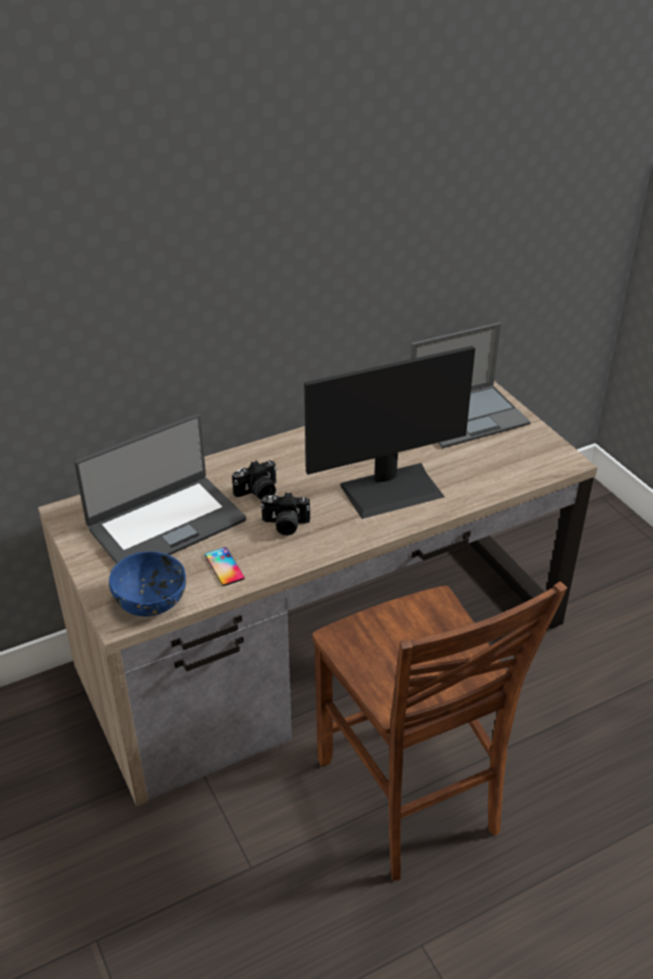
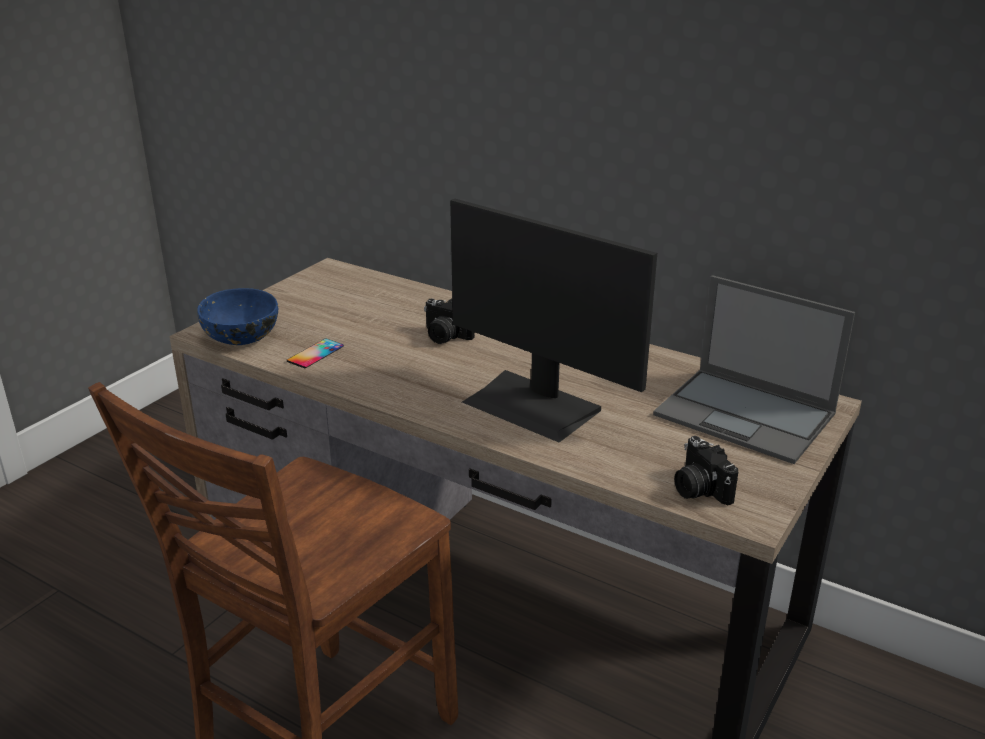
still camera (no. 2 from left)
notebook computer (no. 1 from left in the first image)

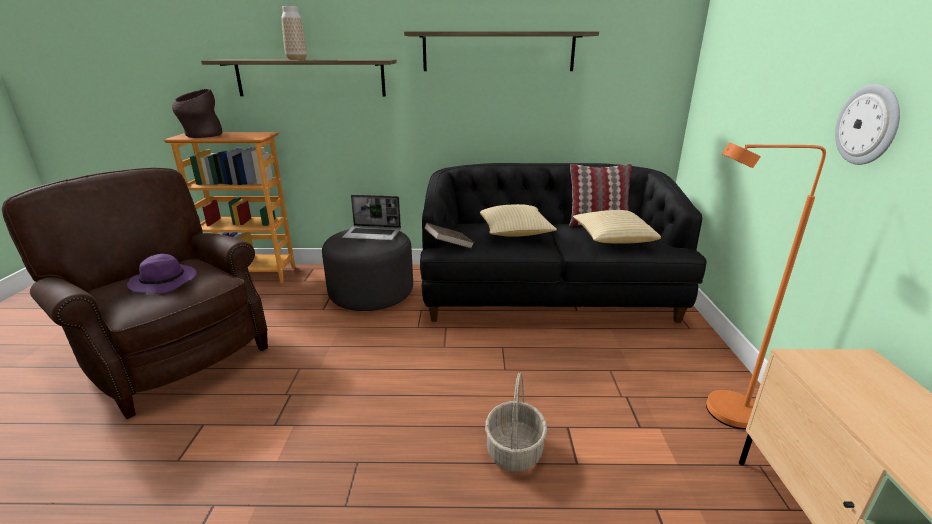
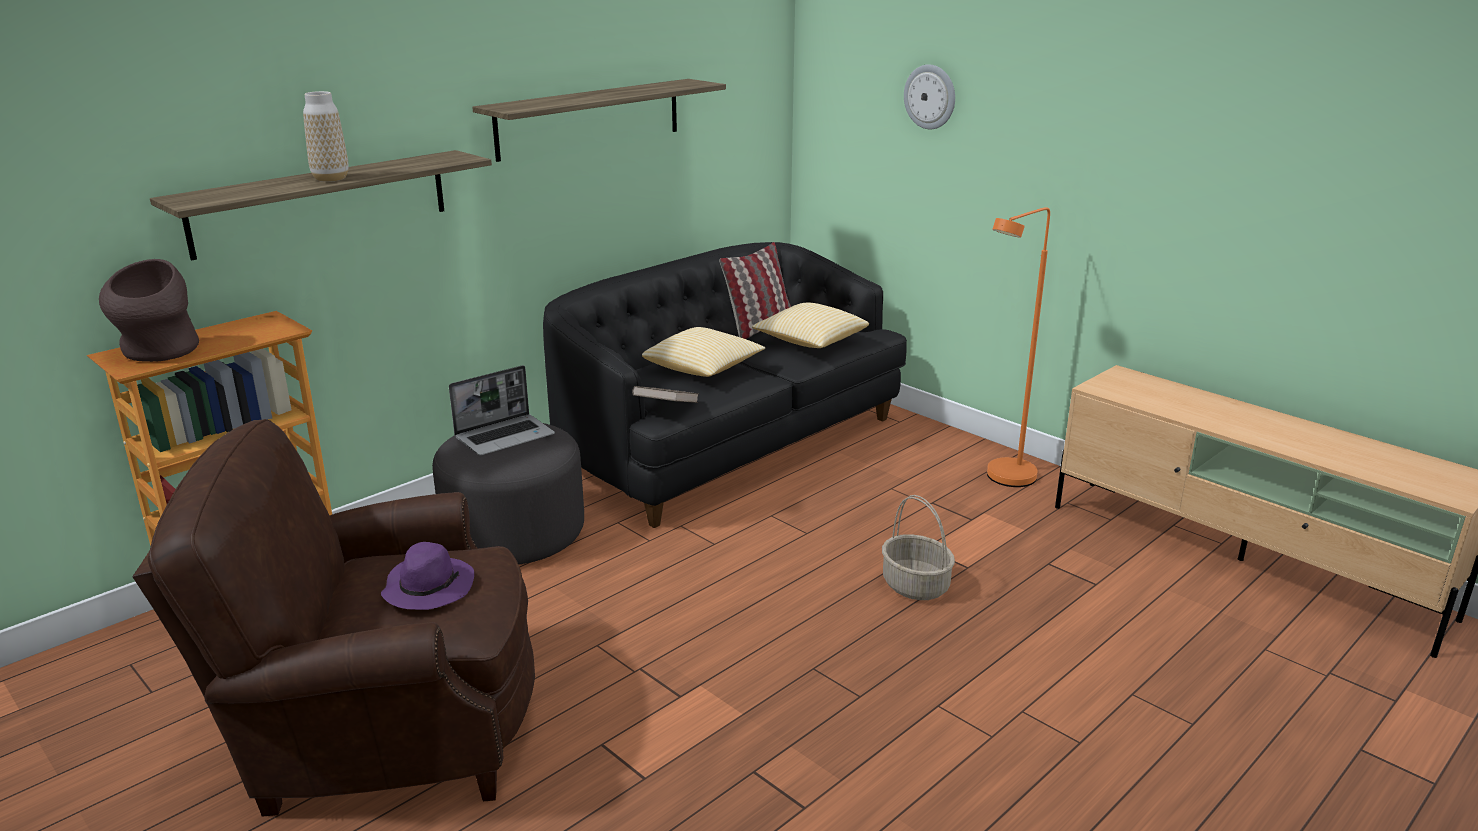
clock on the wall

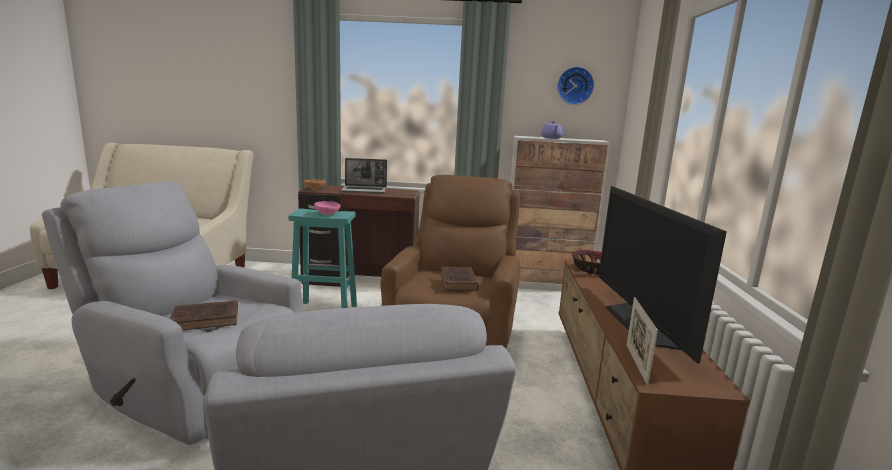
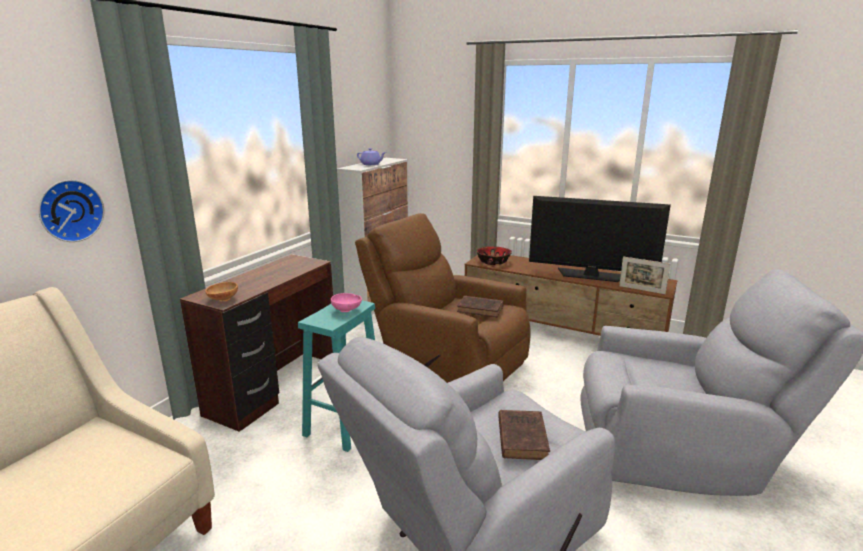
clock on the wall
notebook computer

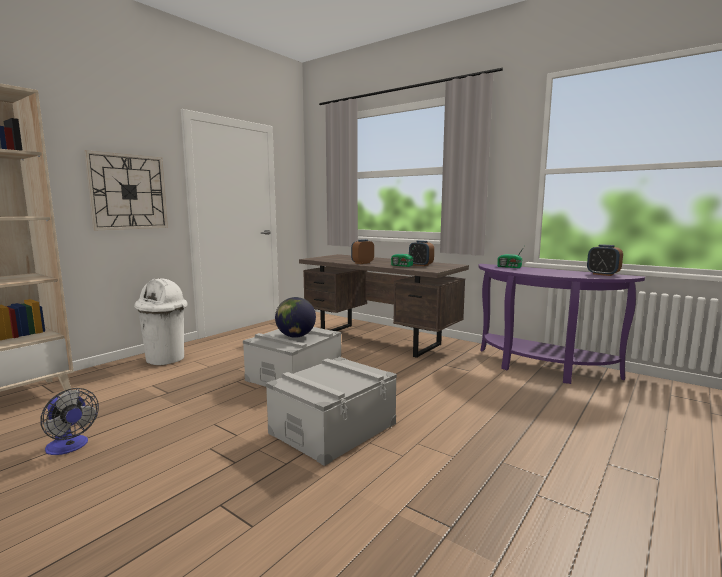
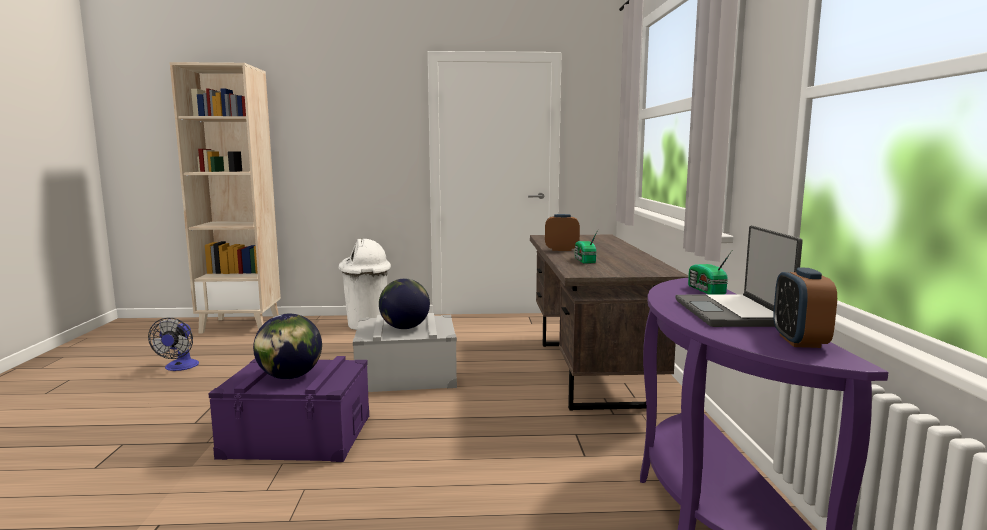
purplish storage box
world globe (no. 1 from left)
notebook computer
clock on the wall
table clock (no. 2 from left in the first image)

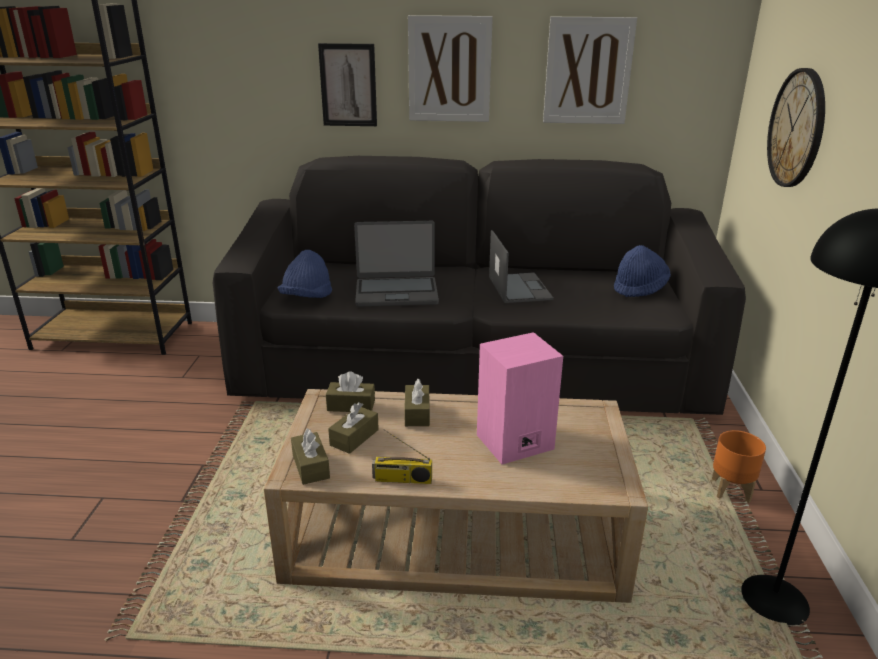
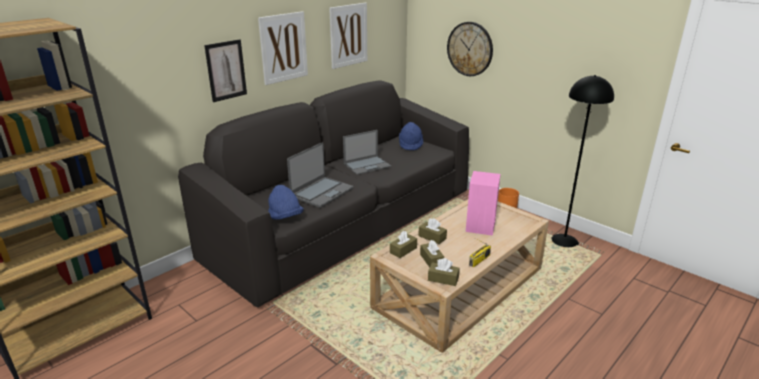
notebook computer (no. 2 from left)

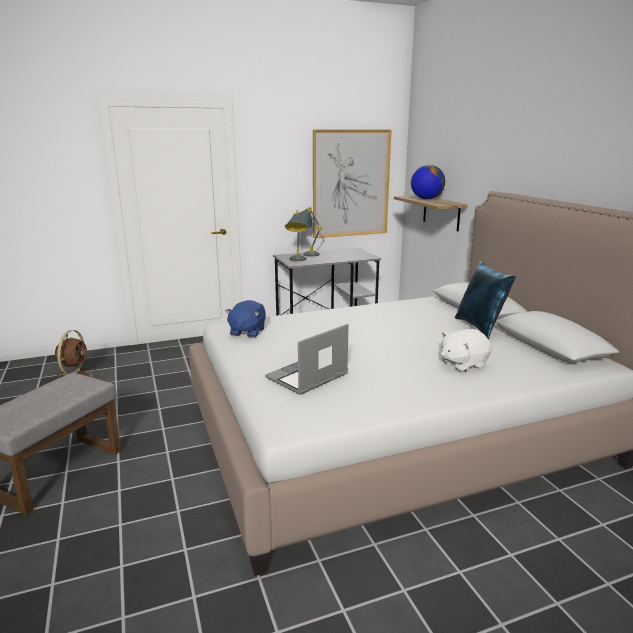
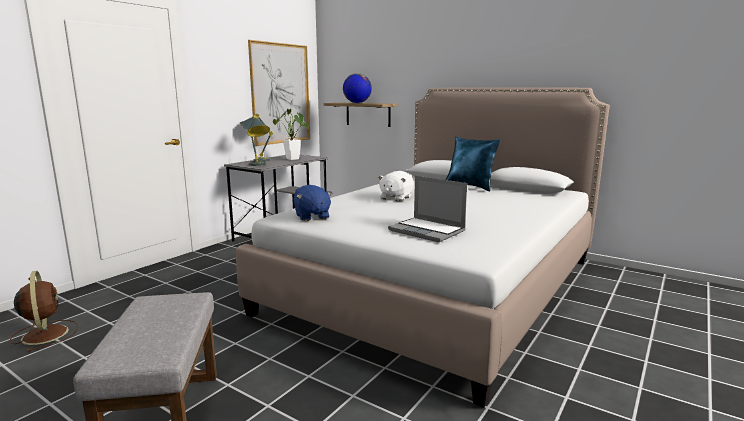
plant in a pot
white soft toy
notebook computer

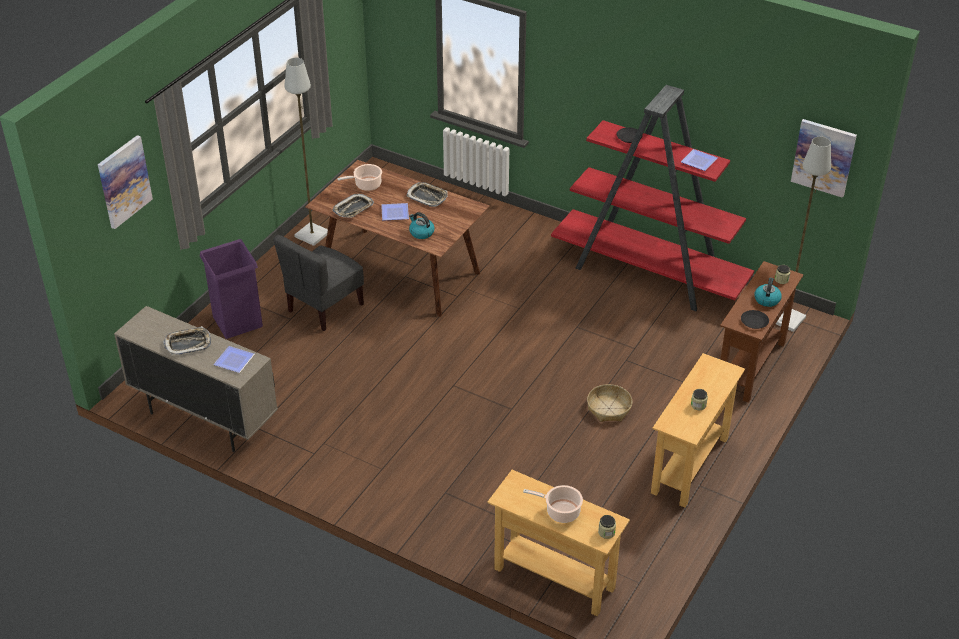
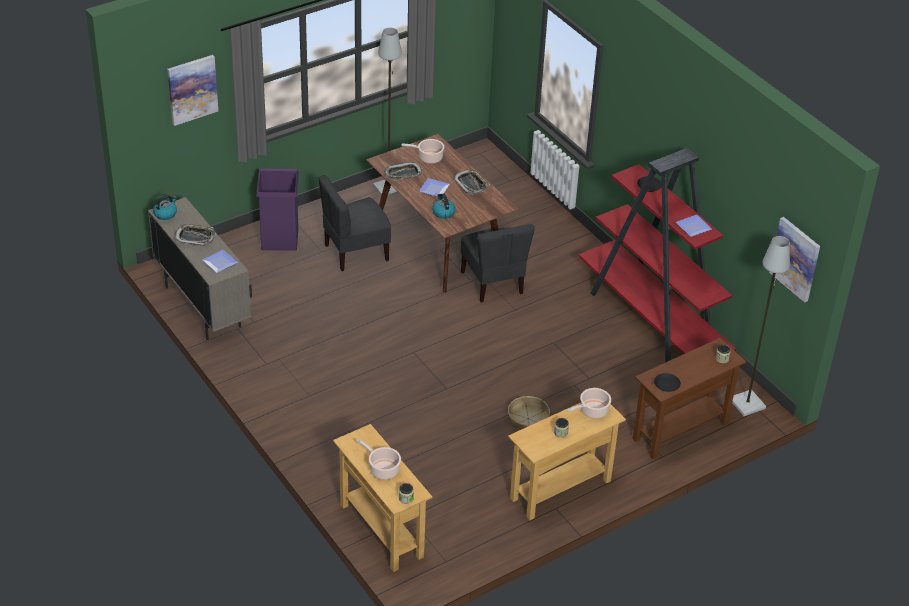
water kettle (no. 1 from left)
gray chair (no. 2 from left)
cooking pot (no. 3 from left)

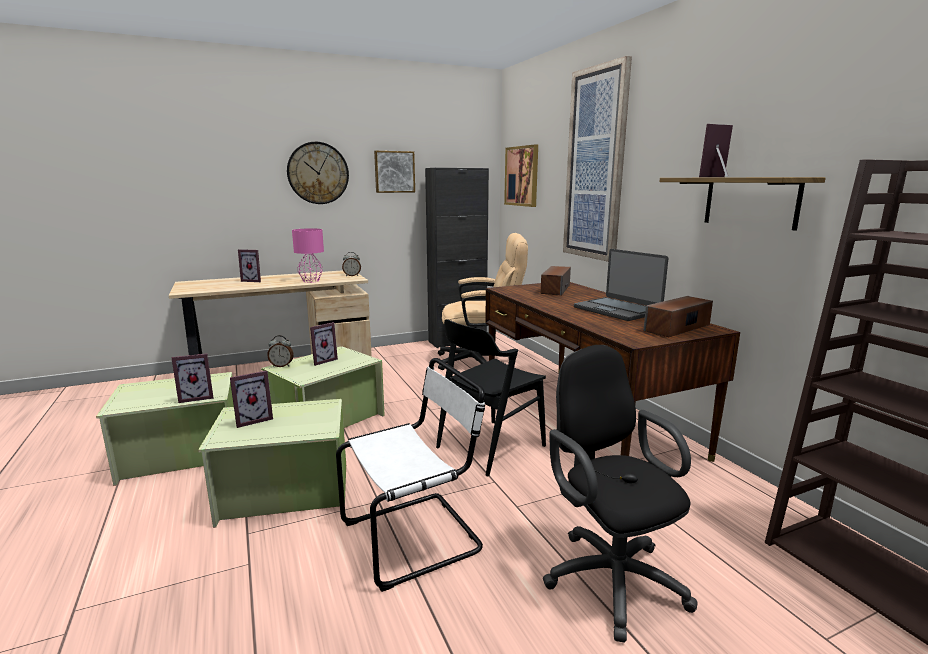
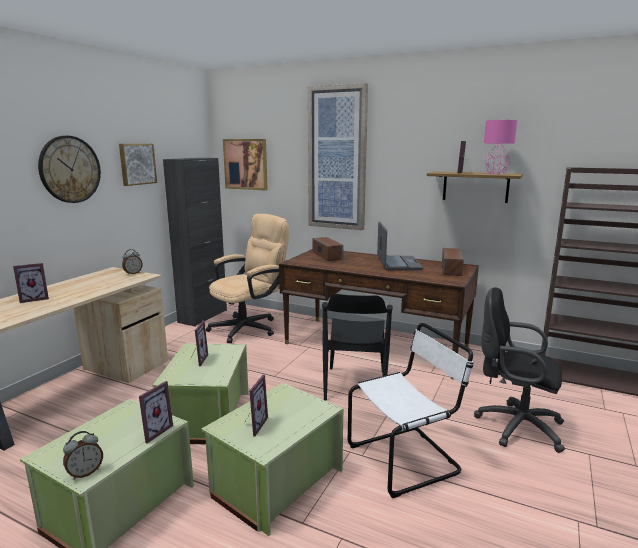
table clock (no. 1 from left)
white chair
notebook computer
pink tabletop lamp

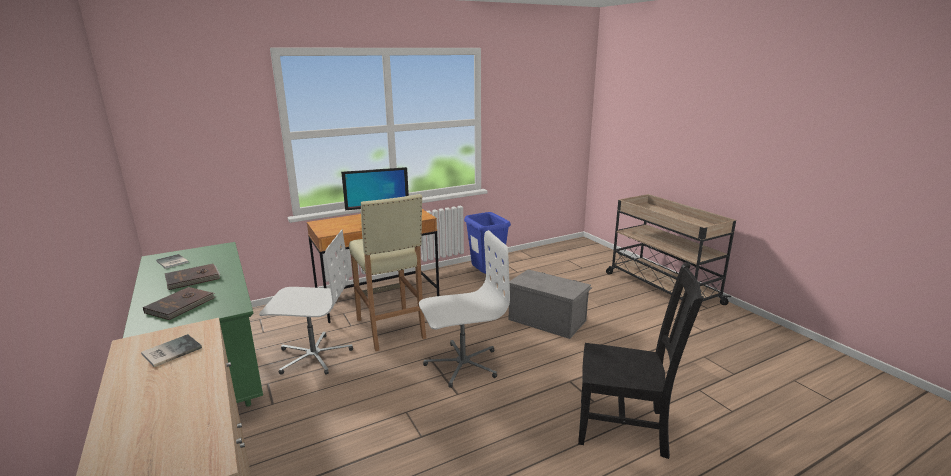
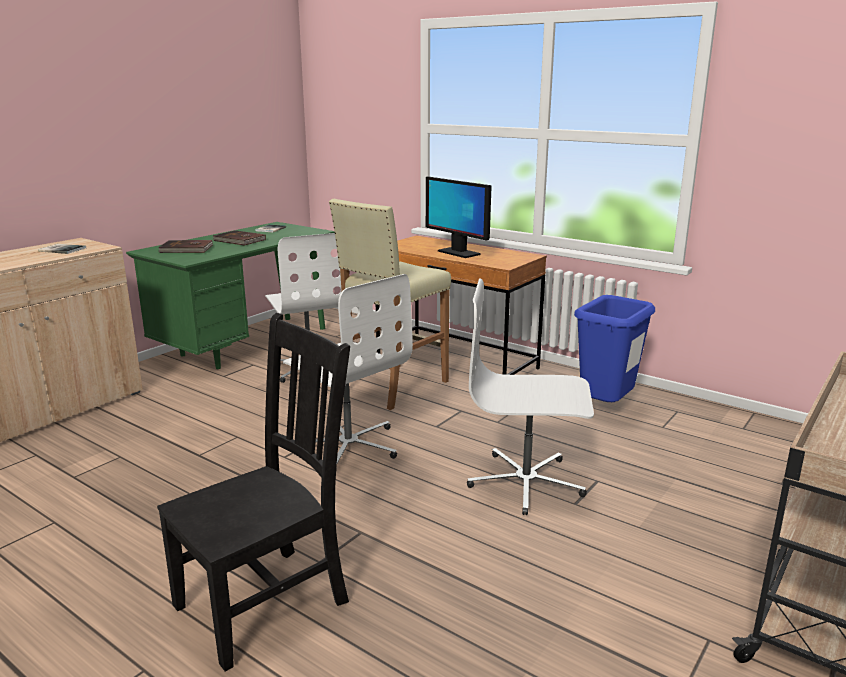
blackish chair
white desk chair (no. 3 from left)

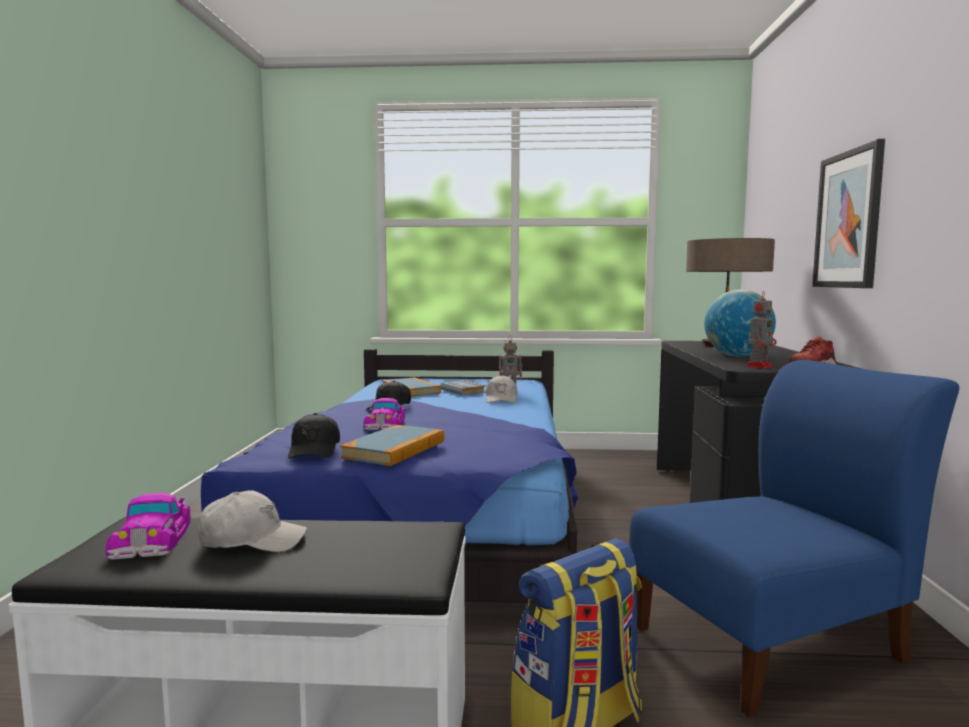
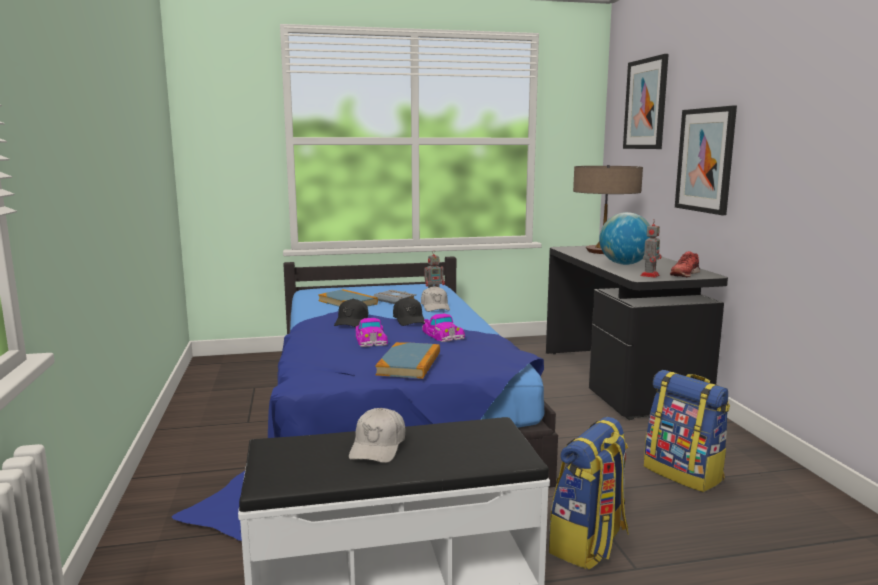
white peaked cap (no. 1 from left)
blackish peaked cap (no. 2 from left)
miniature car (no. 2 from left)
wall art (no. 1 from left)
backpack (no. 2 from left)

